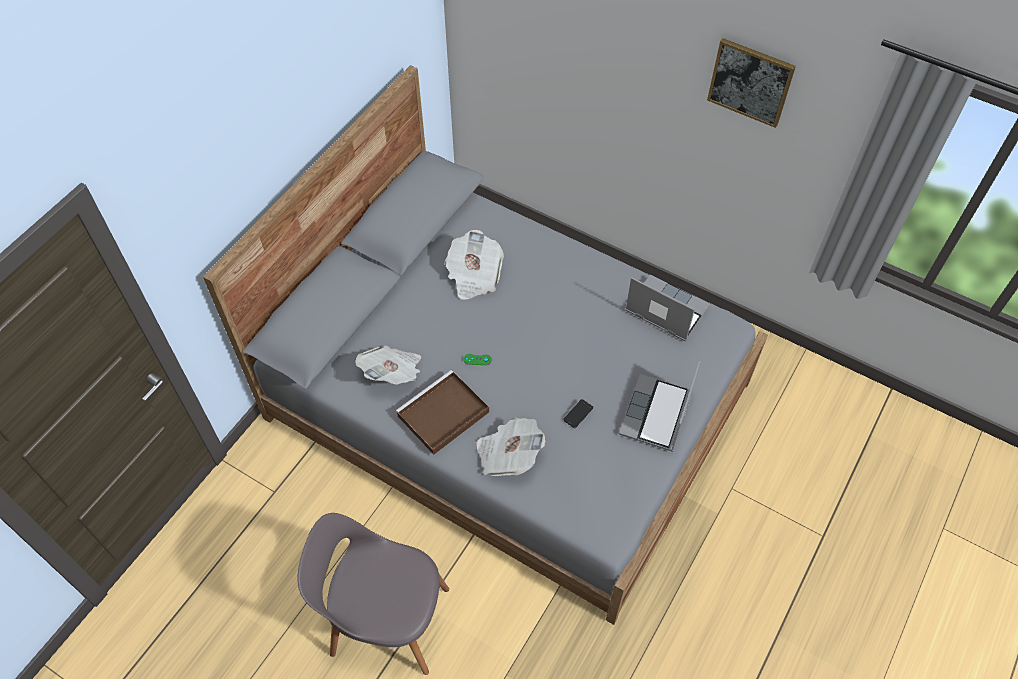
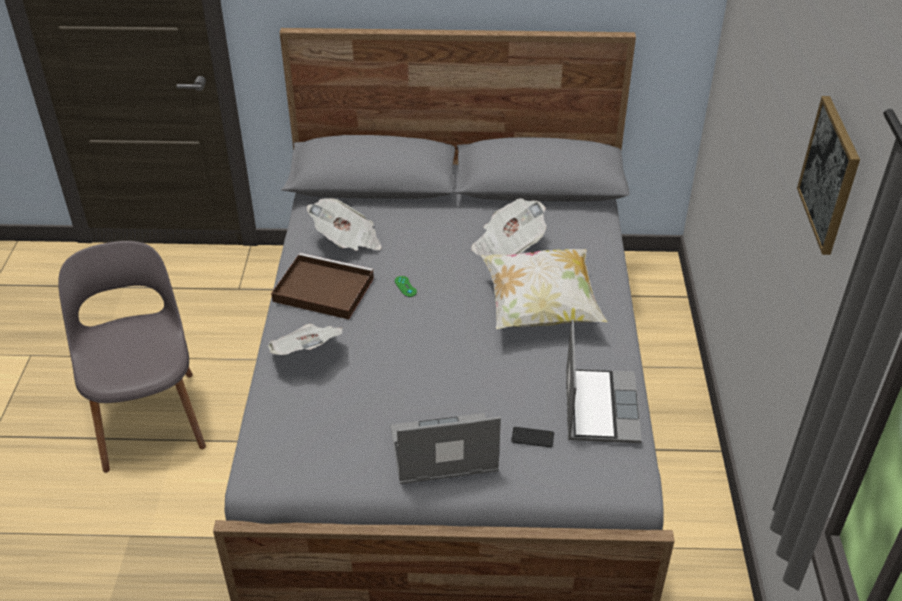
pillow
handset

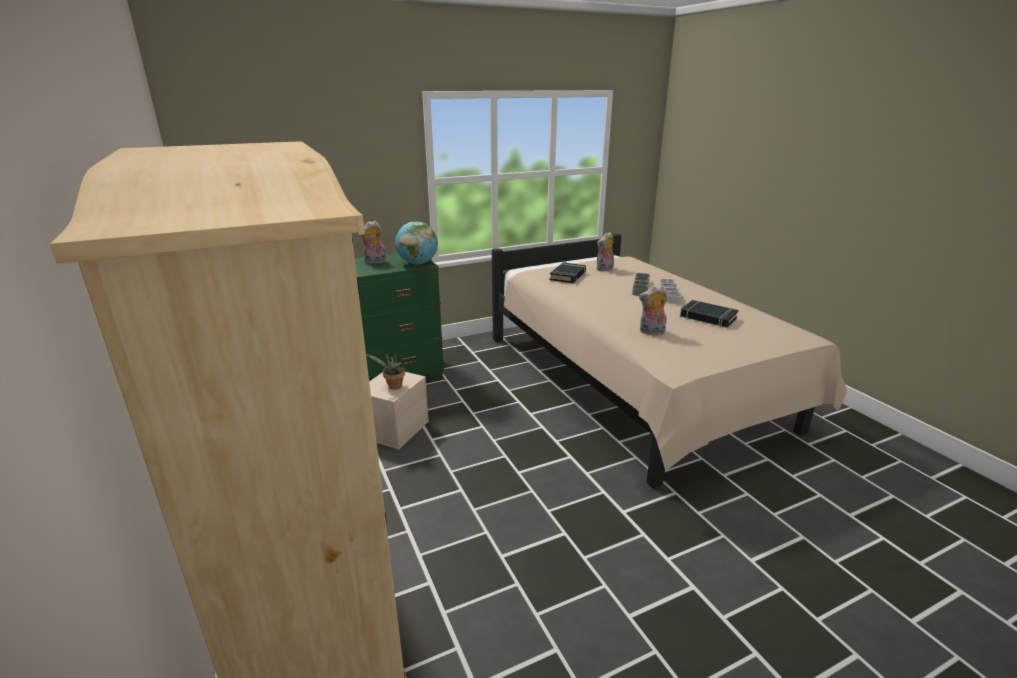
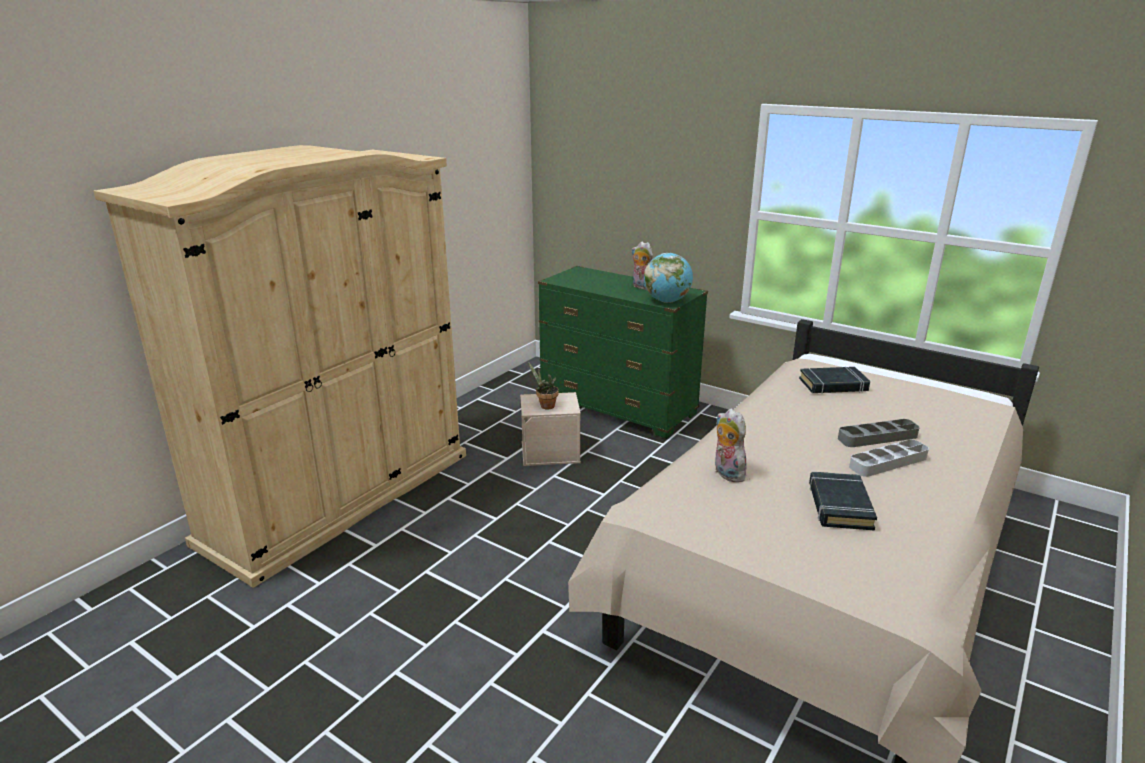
soft toy (no. 2 from left in the first image)

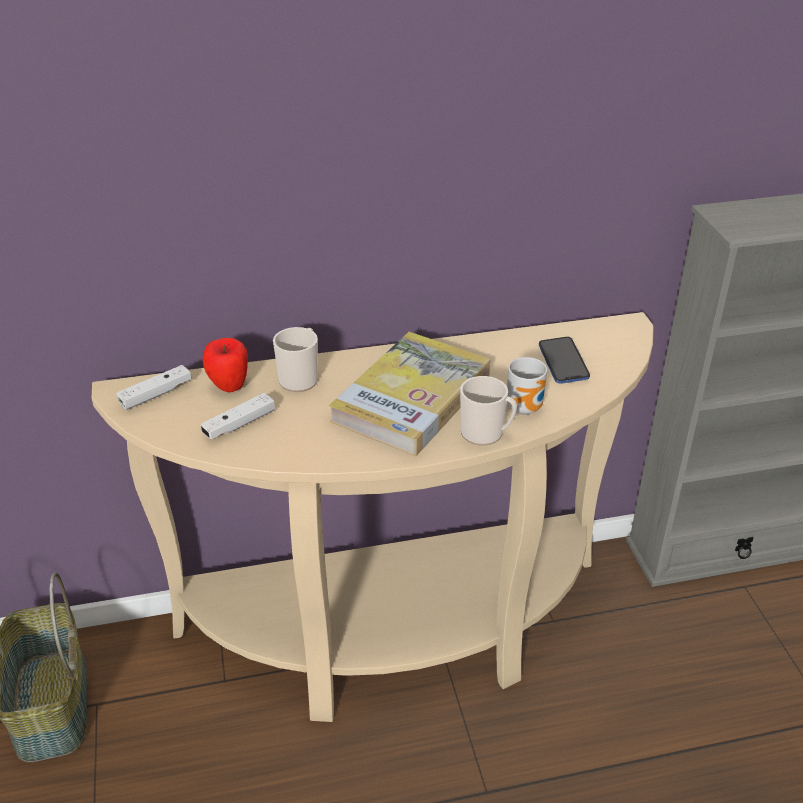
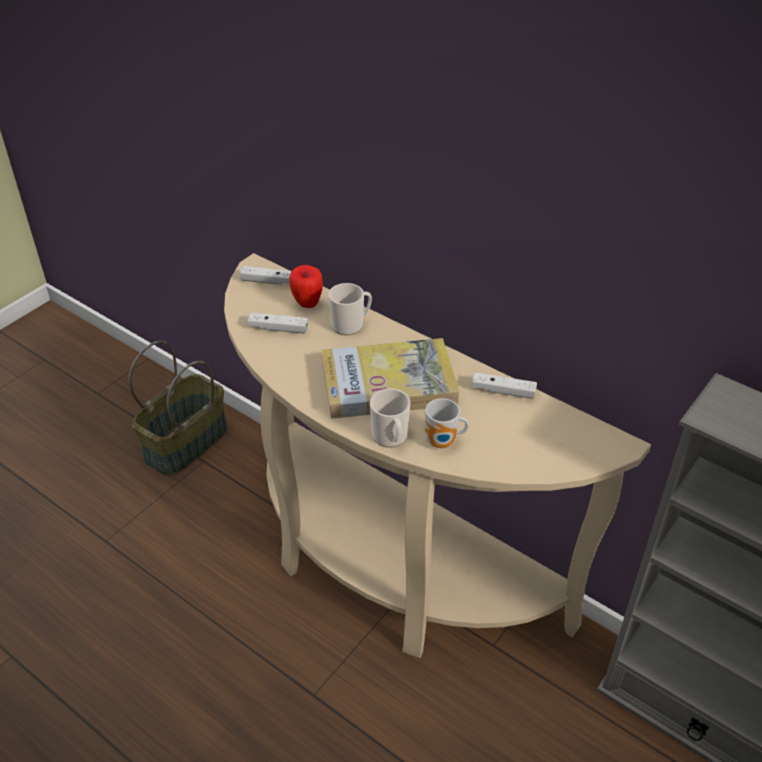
white gamepad (no. 3 from left)
handset

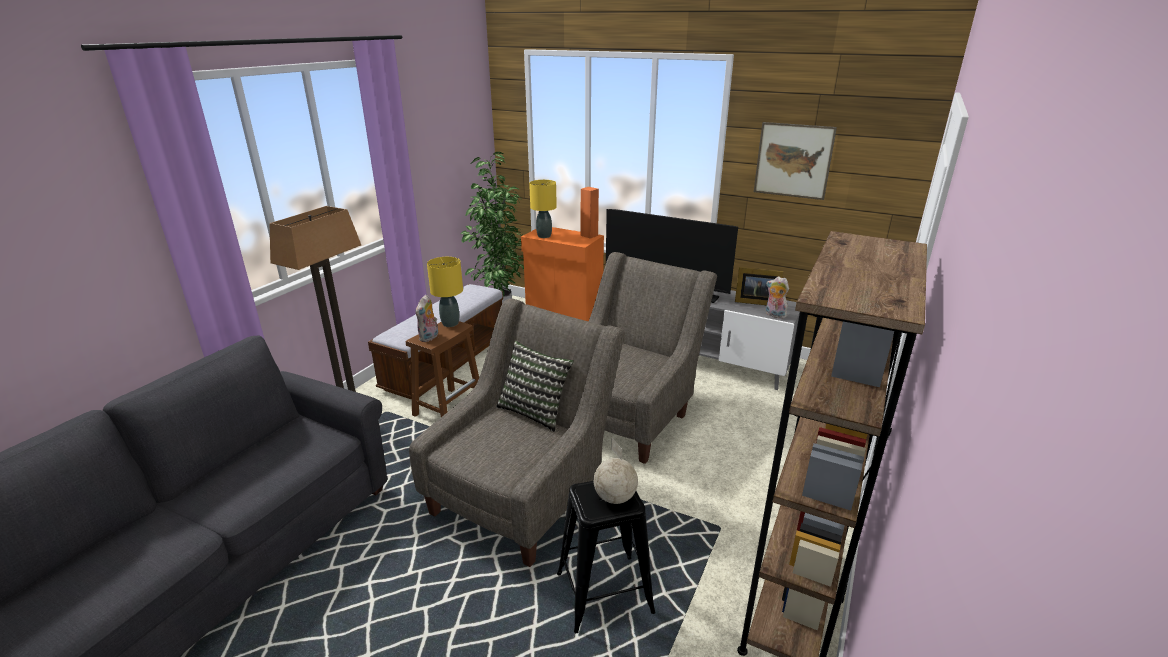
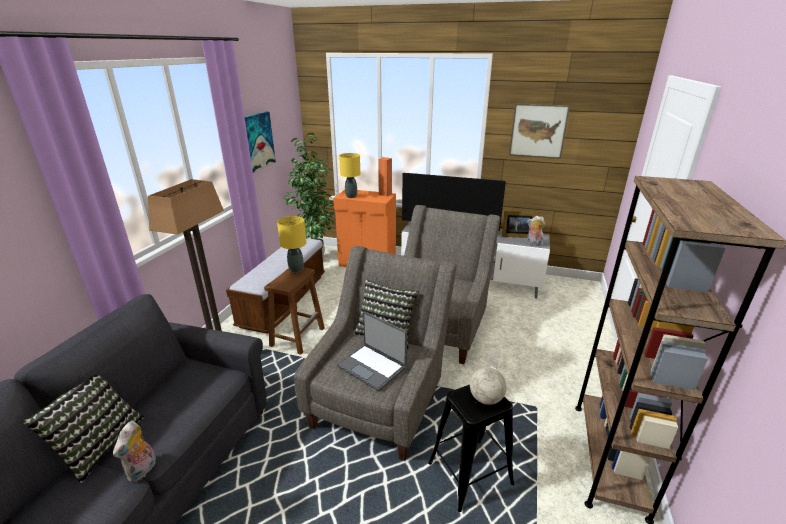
pillow (no. 1 from left)
soft toy (no. 1 from left)
wall art (no. 1 from left)
notebook computer

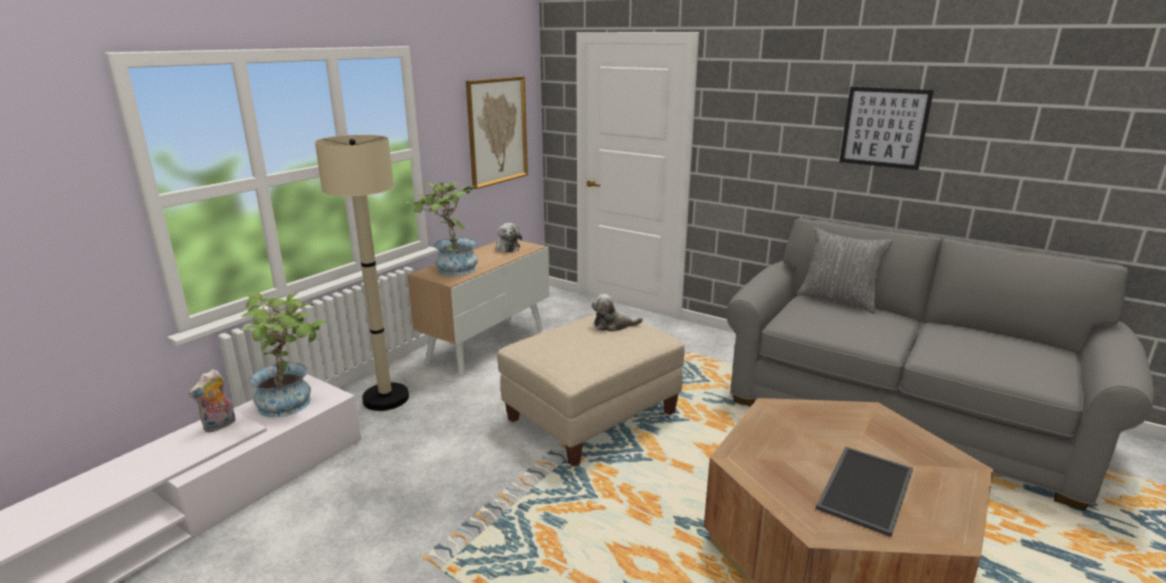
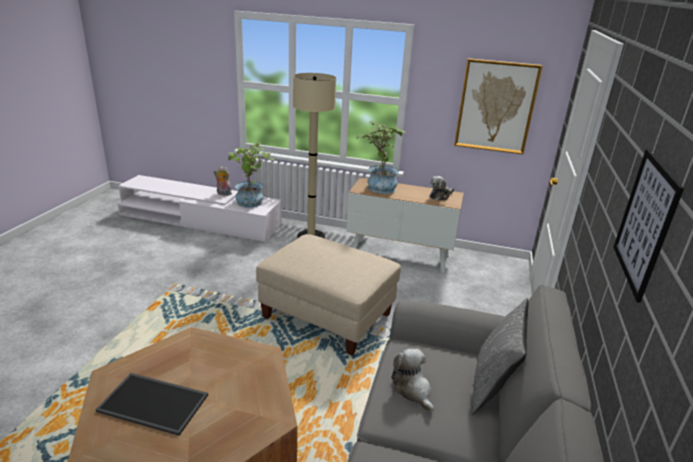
soft toy (no. 2 from left)

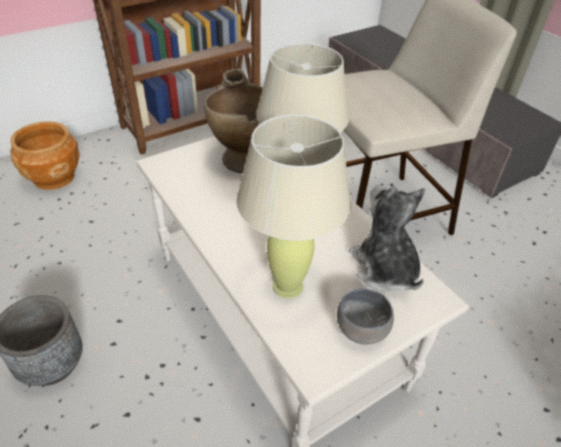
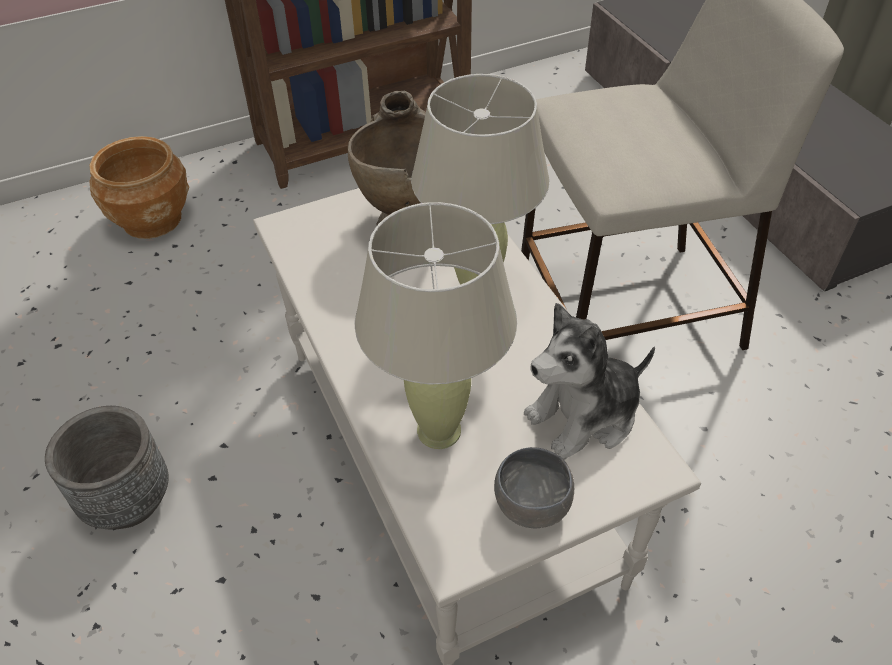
soft toy

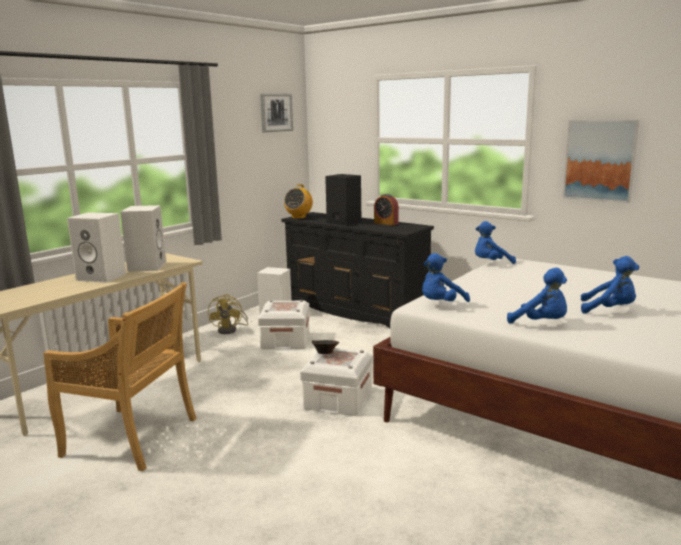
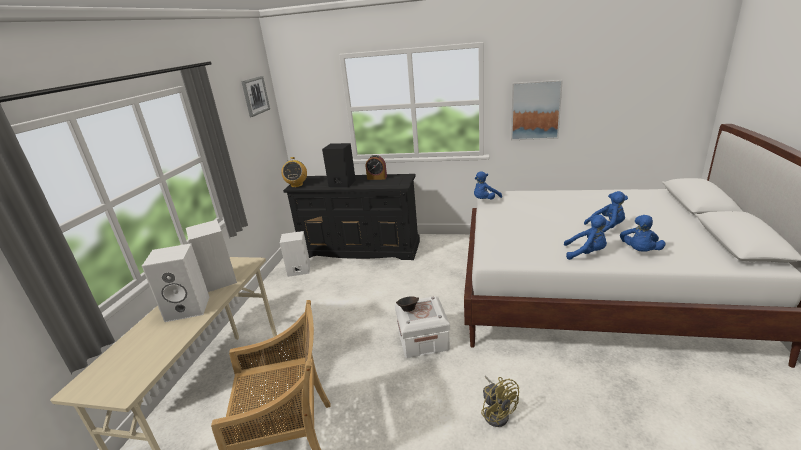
yellow fan
blue-coloured soft toy (no. 4 from left)
white storage box (no. 1 from left in the first image)

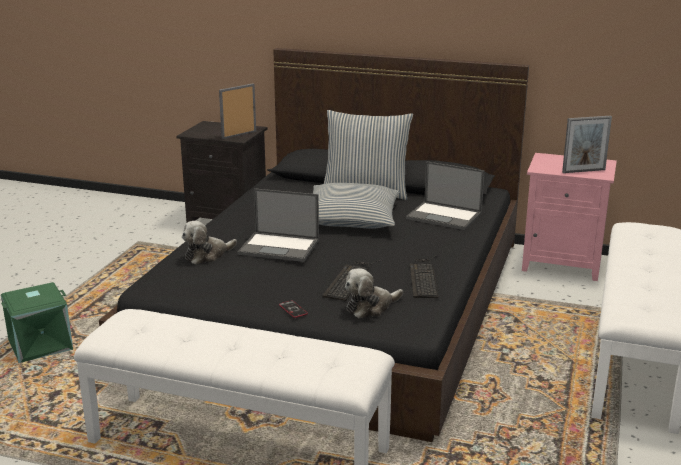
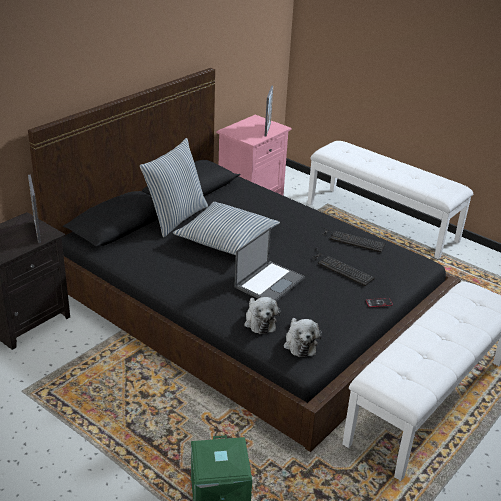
soft toy (no. 2 from left)
notebook computer (no. 2 from left in the first image)

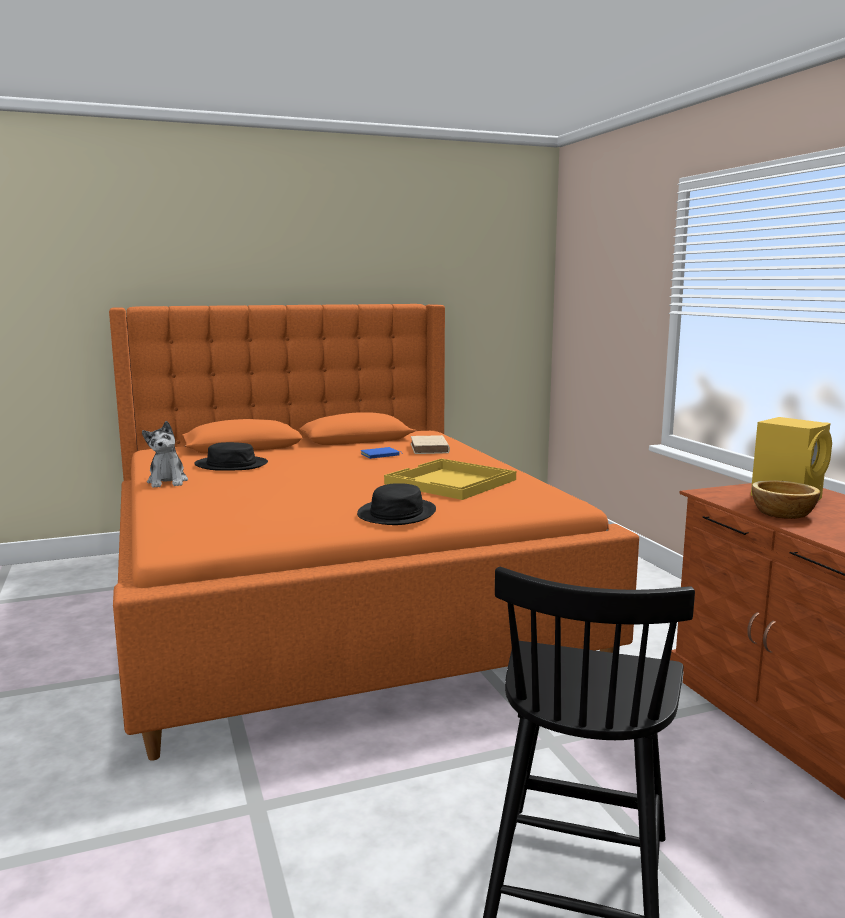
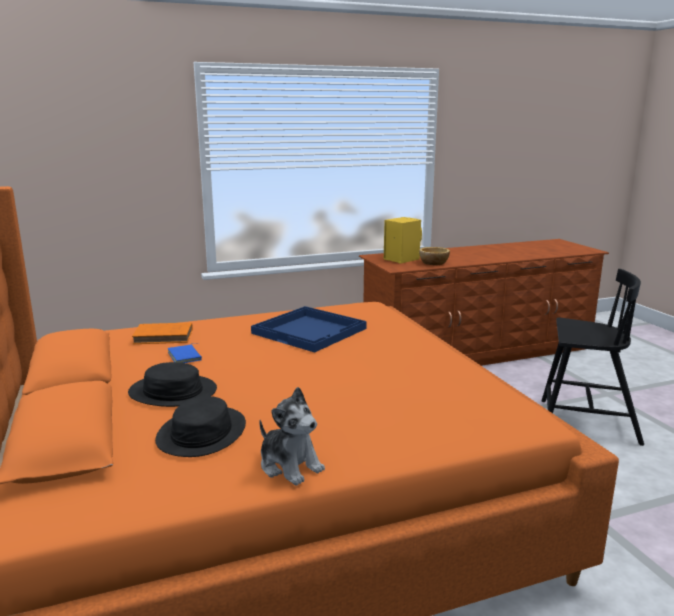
blackish wearable hat (no. 1 from left)
orange-coloured book
blue-coloured serving tray
soft toy

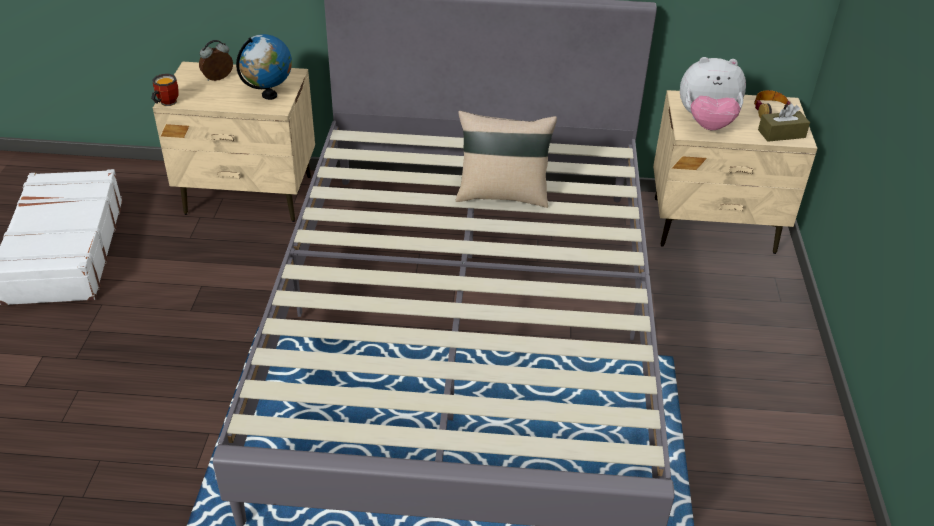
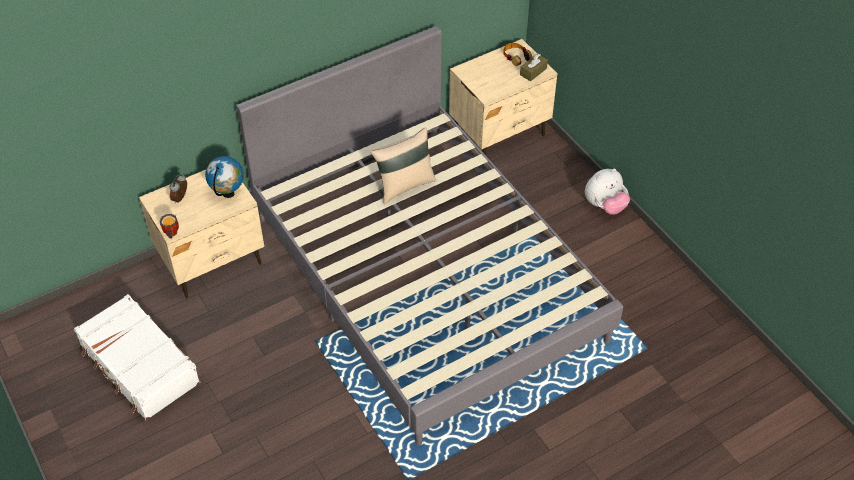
soft toy

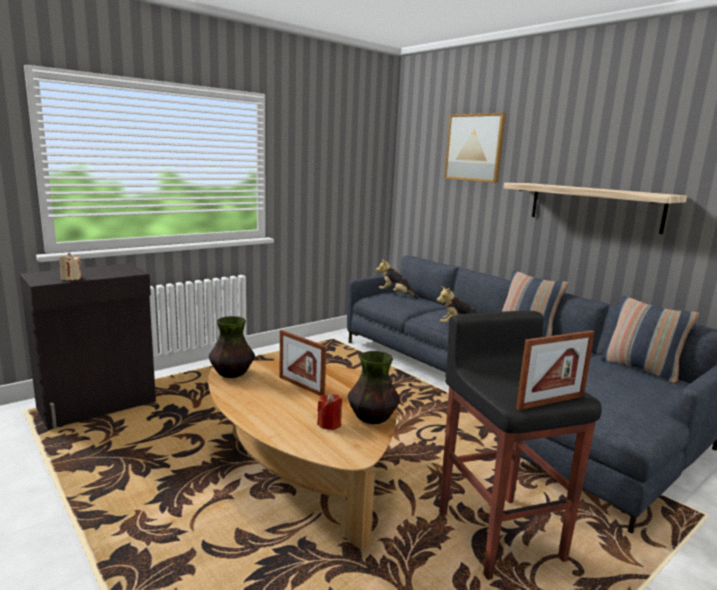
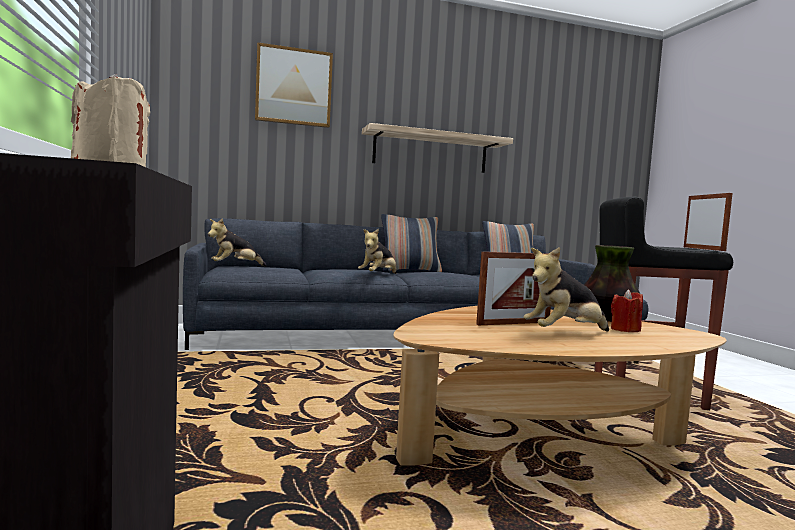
soft toy (no. 3 from left)
decorative vase (no. 1 from left in the first image)

